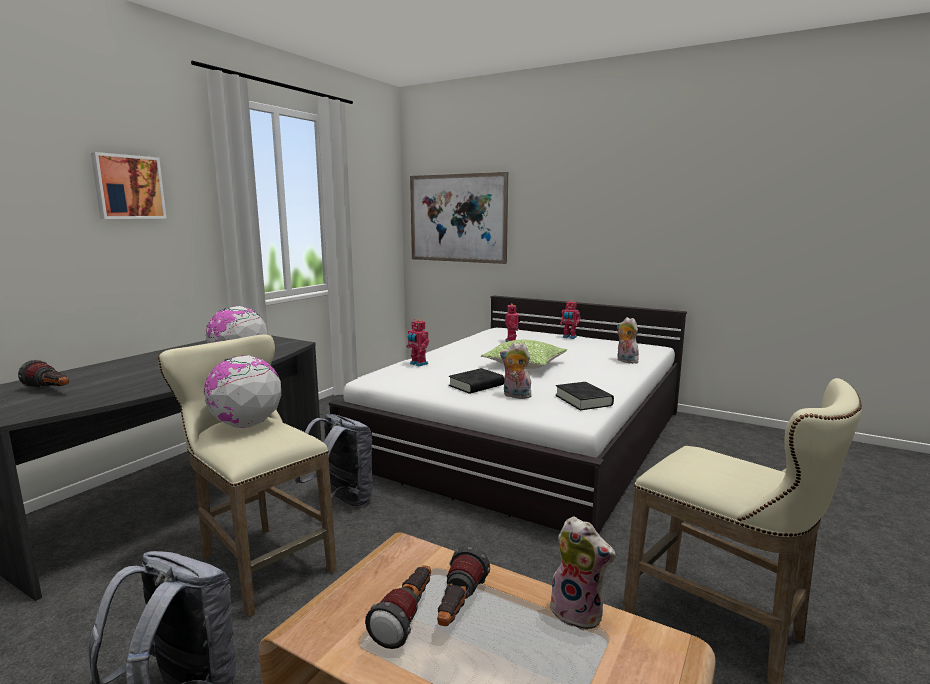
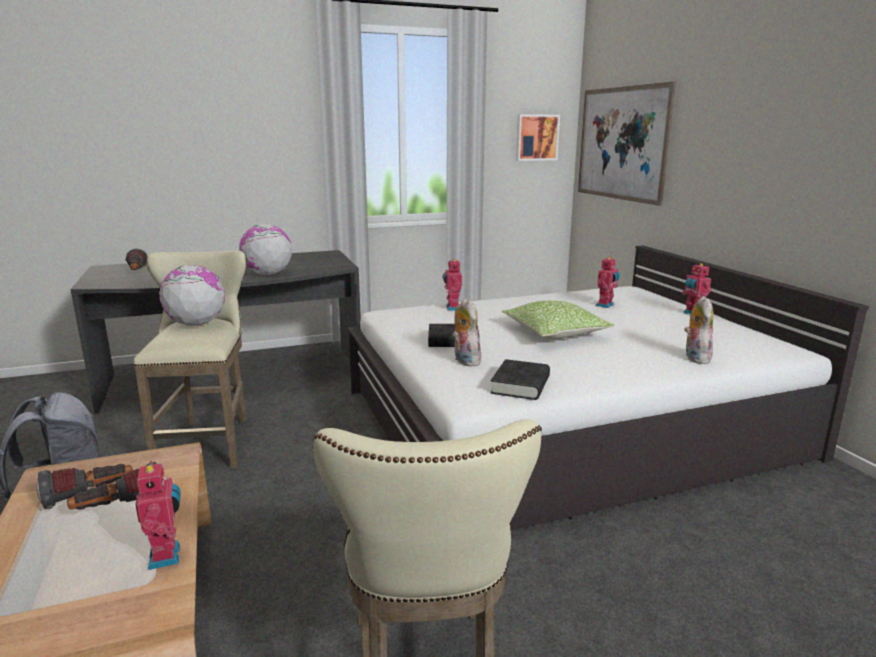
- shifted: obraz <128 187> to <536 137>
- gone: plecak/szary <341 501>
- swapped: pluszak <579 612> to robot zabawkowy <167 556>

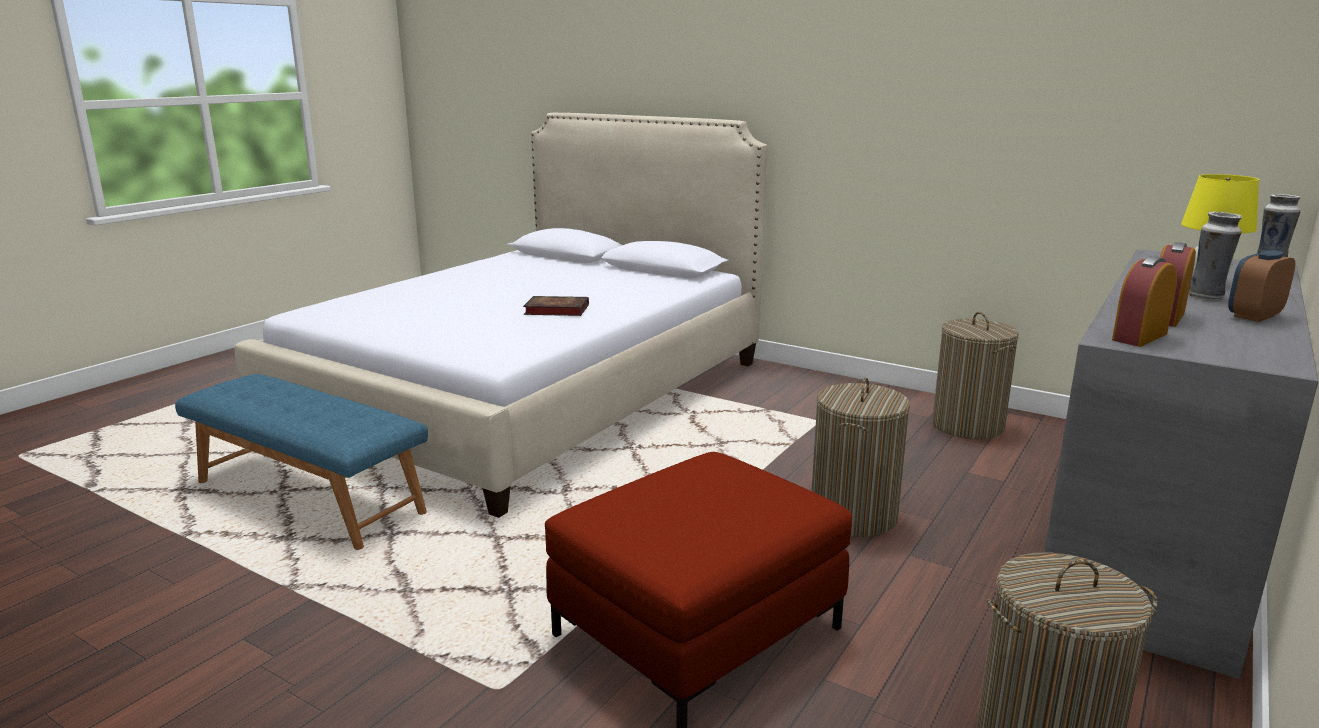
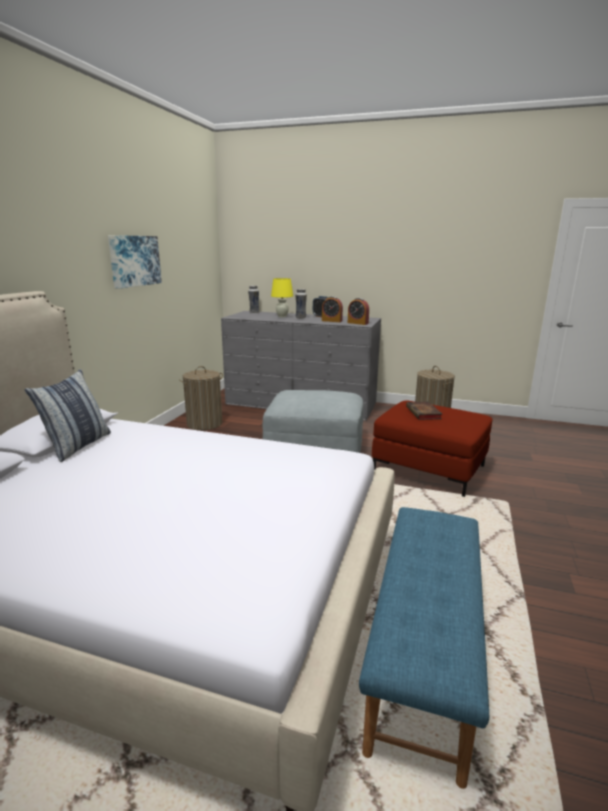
- shifted: książka <555 310> to <424 413>
- swapped: kosz na pranie <853 516> to pufa/szary <315 445>
- new: poduszka <78 446>
- new: obraz <134 261>

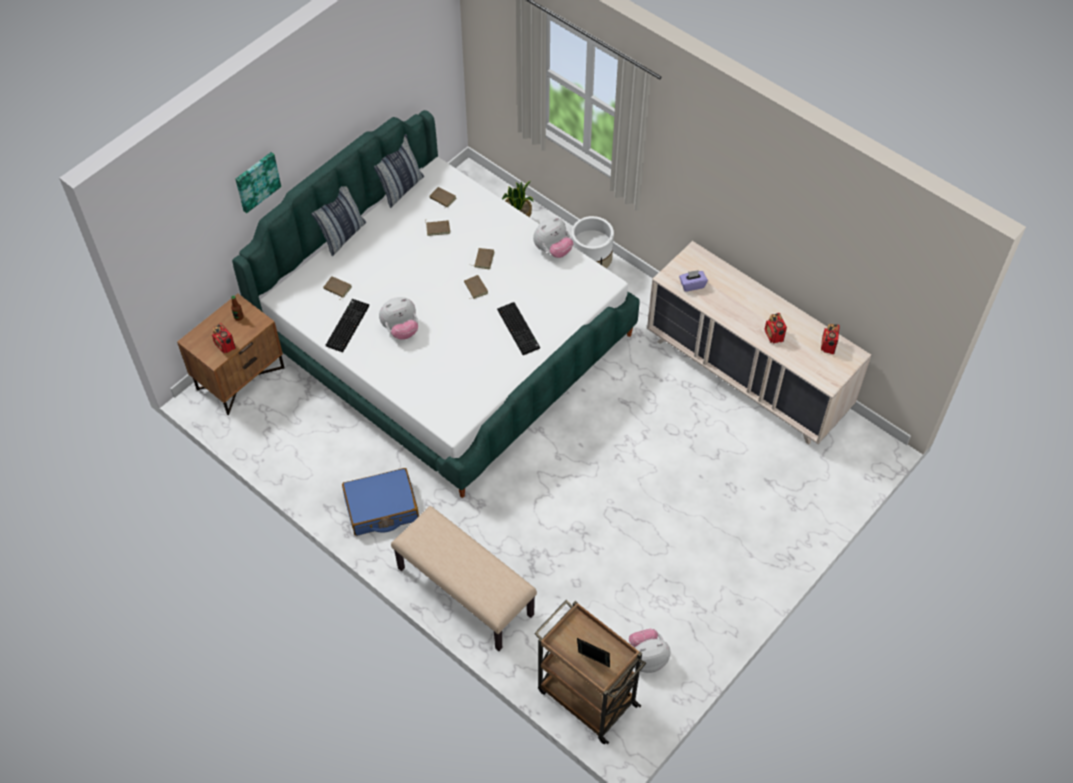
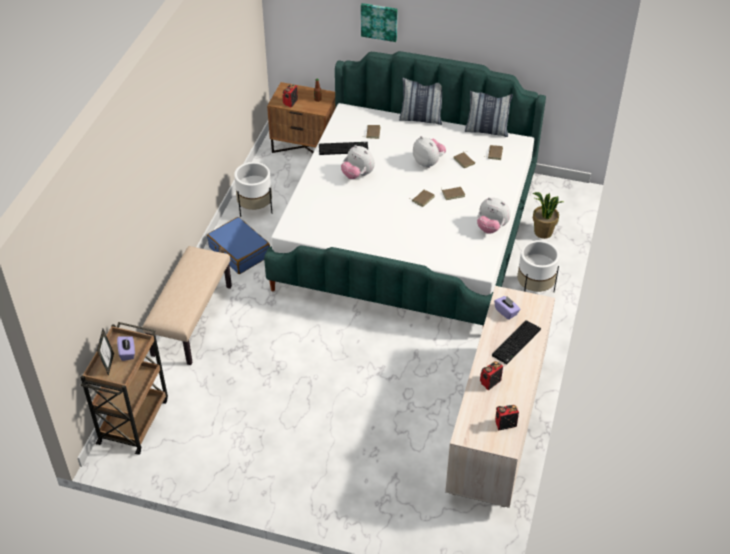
- shifted: klawiatura <519 329> to <516 343>
- shifted: pluszak <646 658> to <428 162>
- new: pudełko chusteczek/fioletowy <127 353>
- new: donica/biały <255 209>

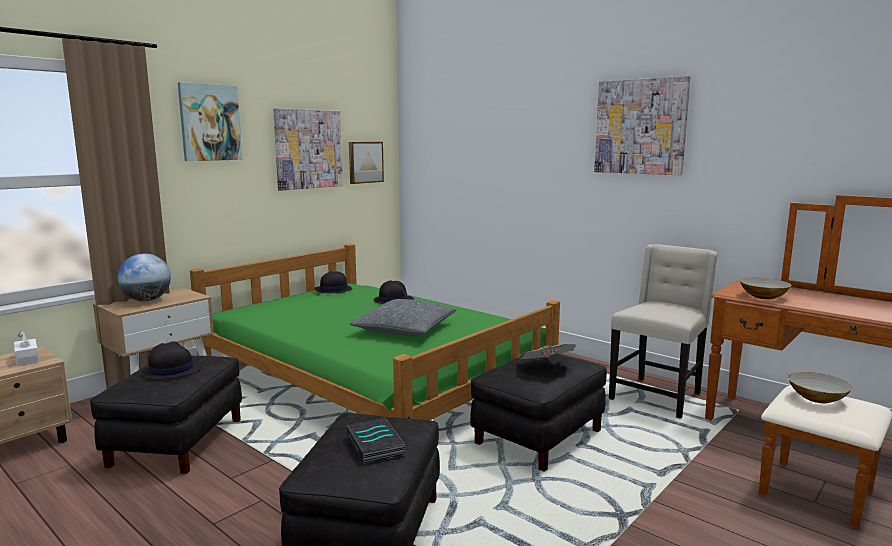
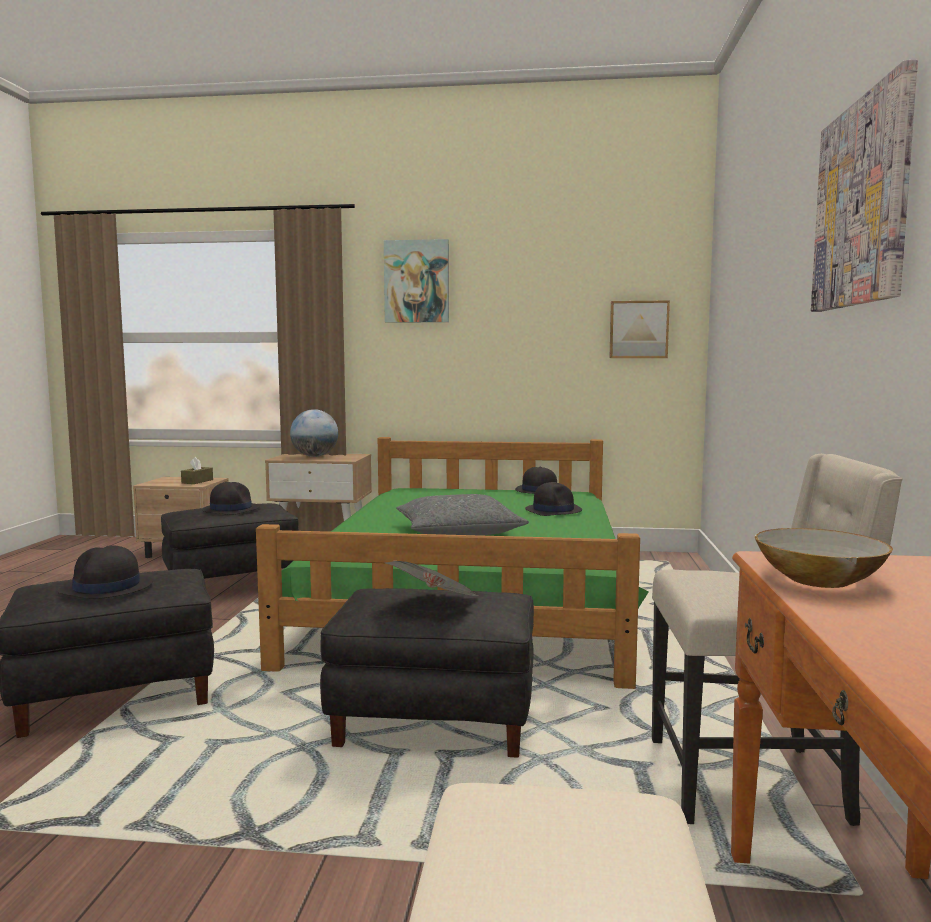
- repainted: pudełko chusteczek/biały <27 359> to pudełko chusteczek/brązowy <197 481>
- gone: obraz <308 149>
- swapped: książka <376 445> to kapelusz/czarny <106 588>
- gone: miska <816 398>

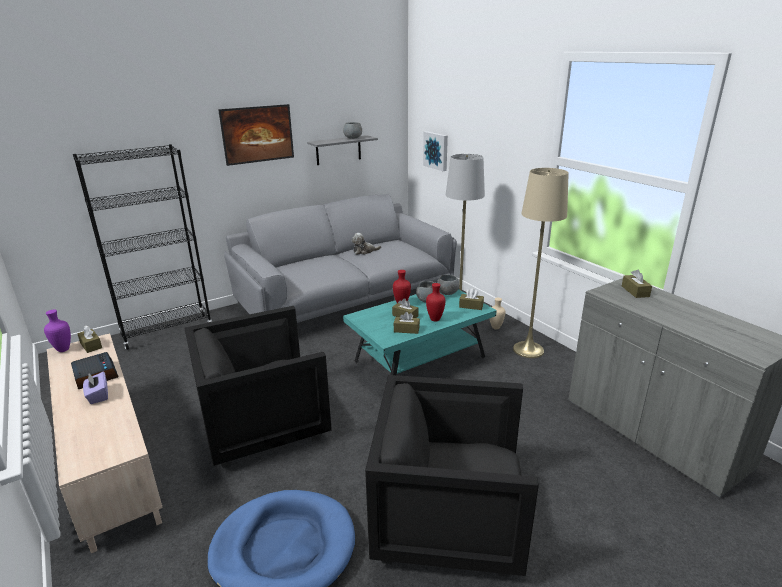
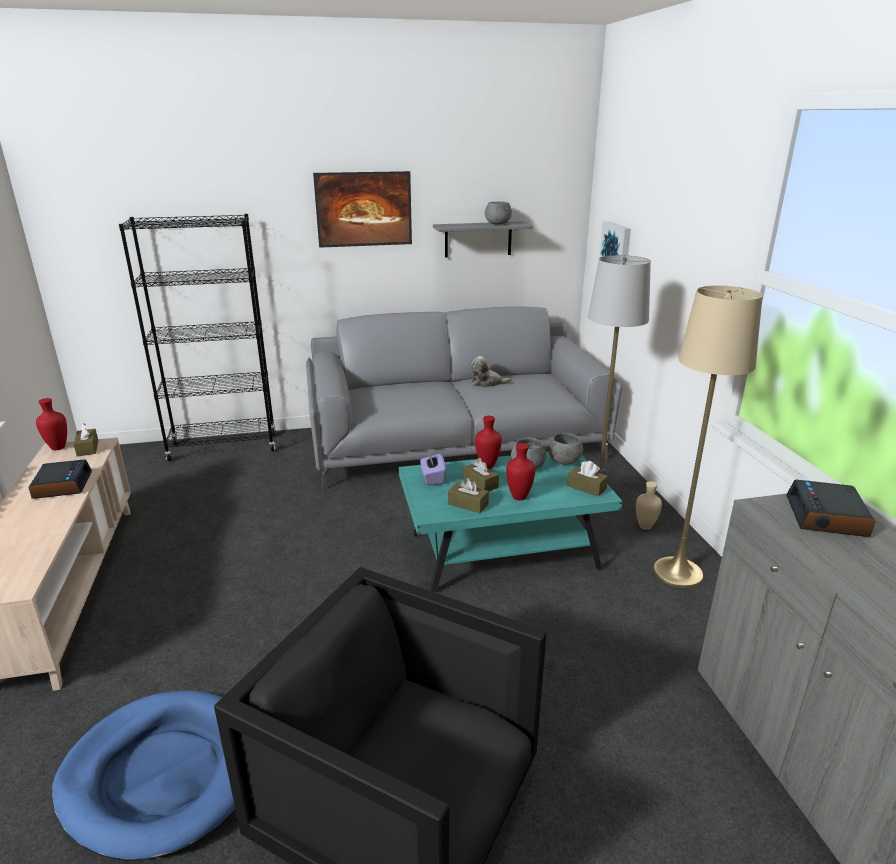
- repainted: wazon/fioletowy <64 350> to wazon/czerwony <58 448>
- shifted: pudełko chusteczek/fioletowy <98 396> to <432 478>
- gone: fotel/czarny <264 423>
- swapped: pudełko chusteczek/brązowy <635 291> to budzik <827 517>

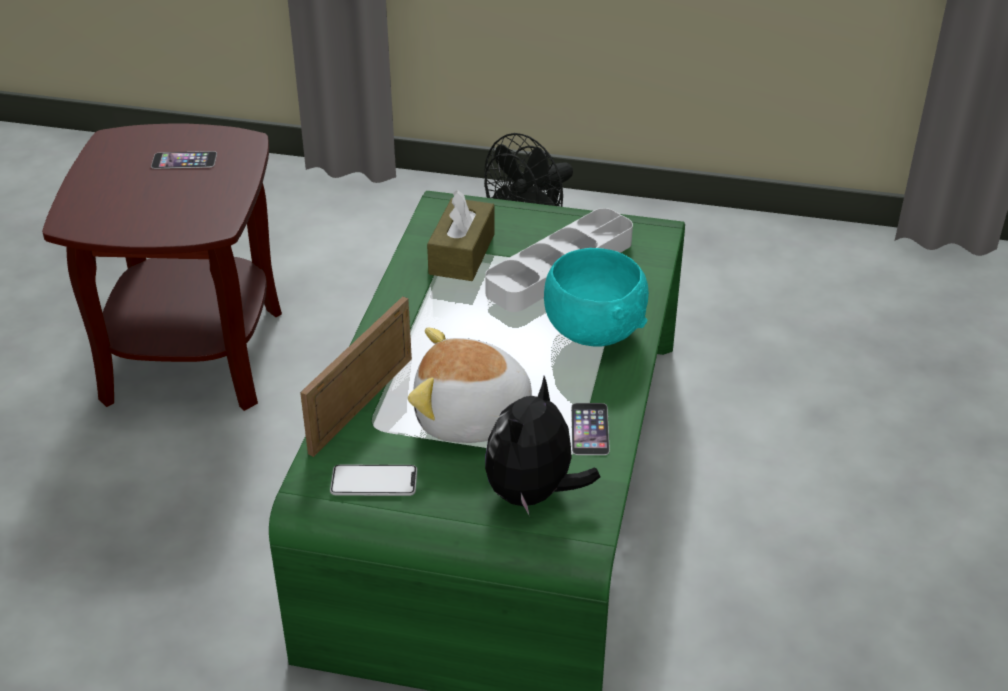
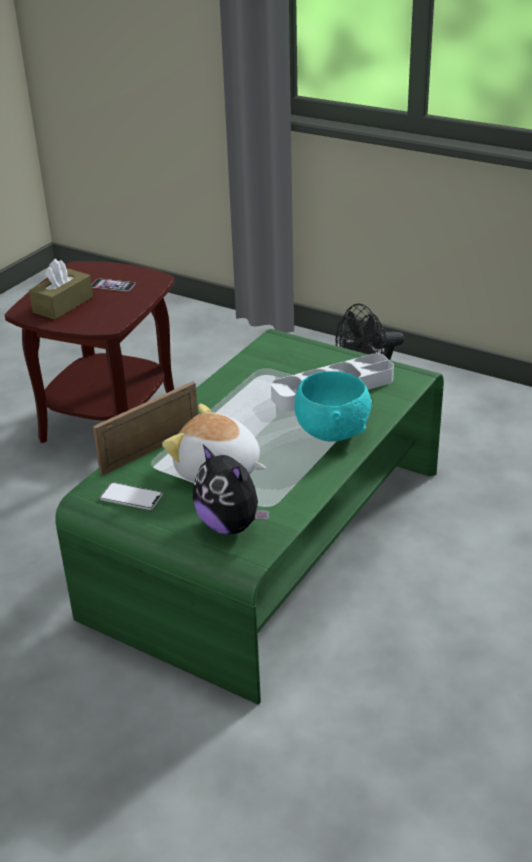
- shifted: pudełko chusteczek/brązowy <462 254> to <63 305>
- rotated: pluszak <533 494> = <230 525> 90 degrees counterclockwise
- gone: telefon <590 429>

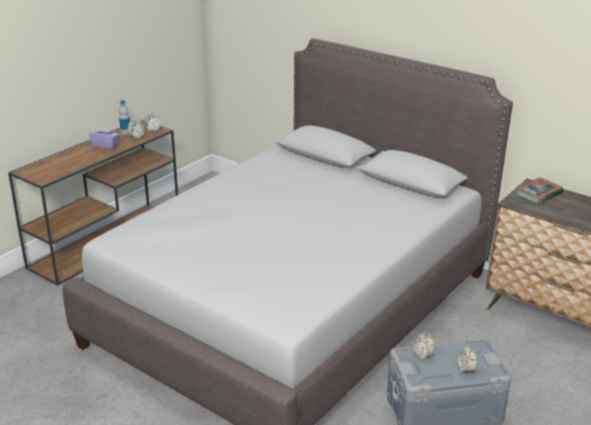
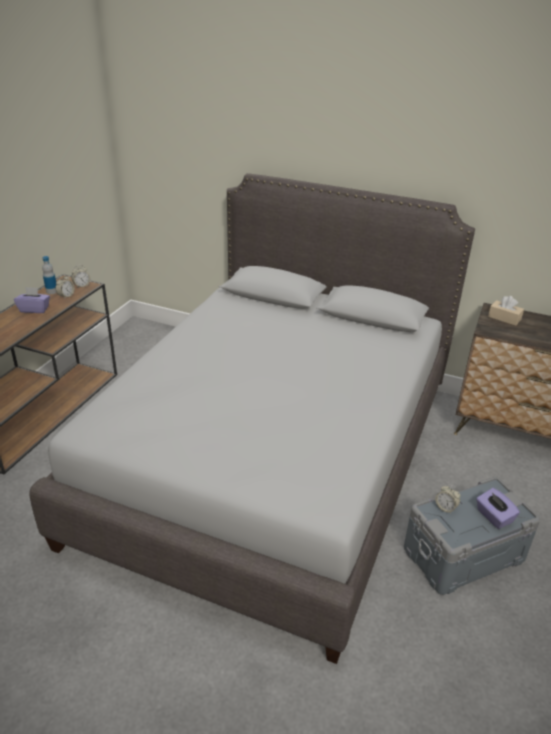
- swapped: budzik <466 369> to pudełko chusteczek/fioletowy <493 516>
- swapped: książka <538 194> to pudełko chusteczek/beżowy <504 318>

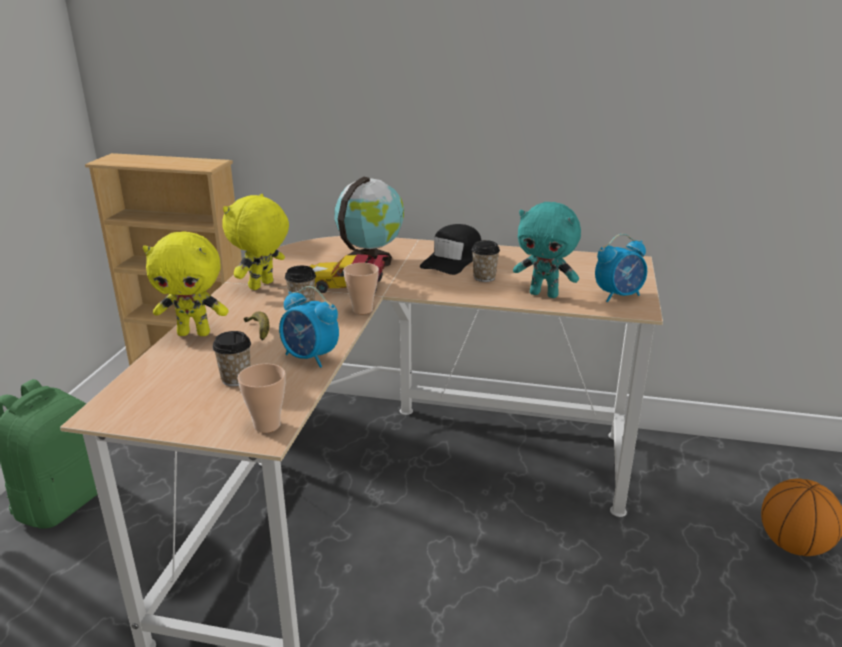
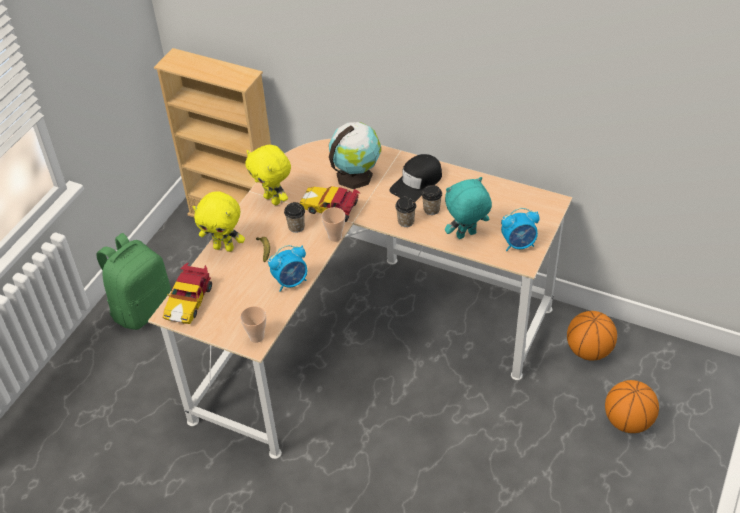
- shifted: filiżanka <236 379> to <406 221>
- rotated: pluszak/żółty <262 286> = <273 199> 90 degrees counterclockwise
- rotated: budzik <310 357> = <291 282> 75 degrees counterclockwise
- rotated: pluszak/turkusowy <544 294> = <466 236> 120 degrees clockwise
- new: samochodzik <189 301>
- new: piłka do koszykówki <588 351>

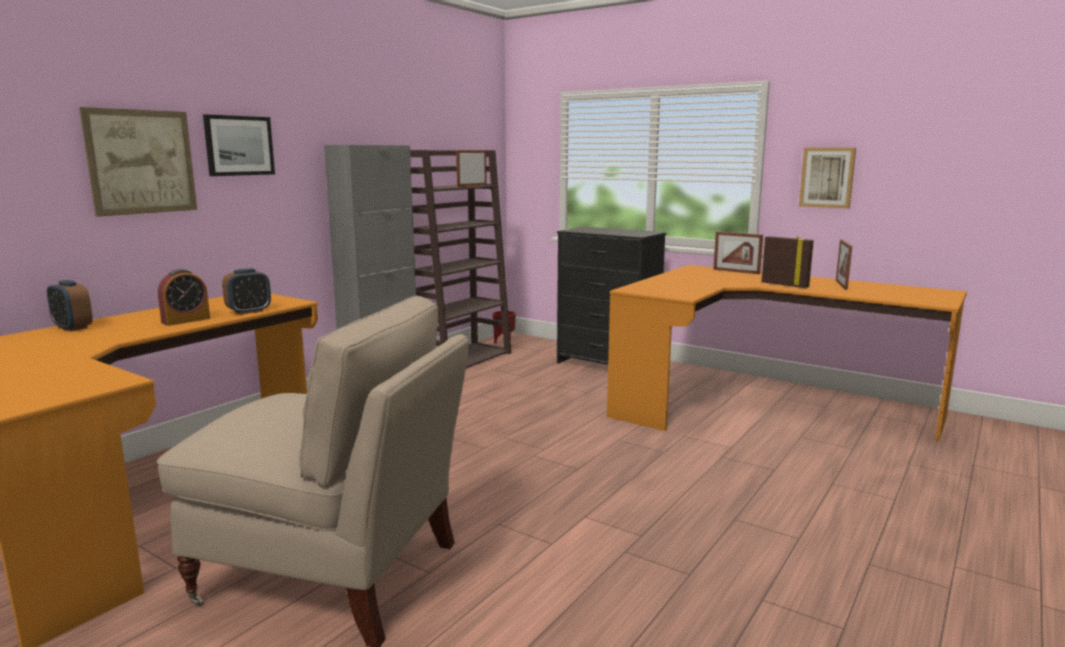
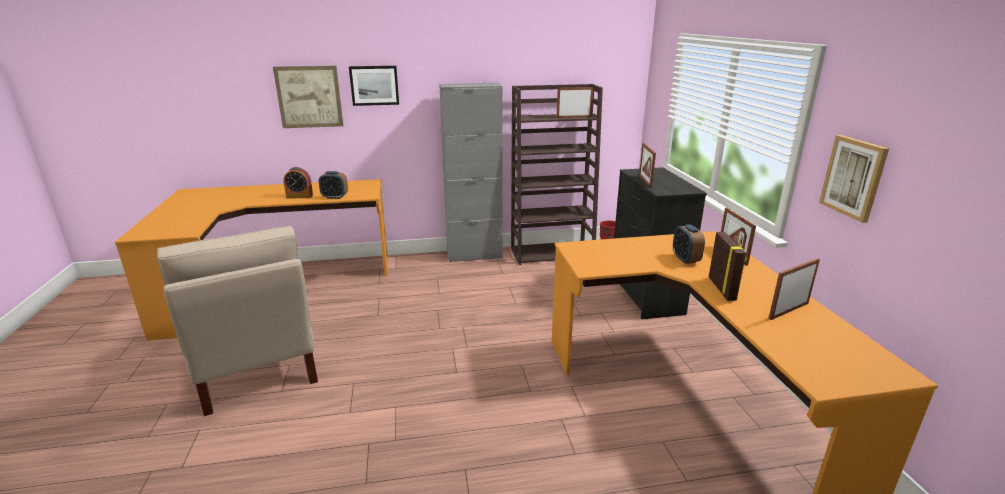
- shifted: budzik <73 327> to <685 259>
- new: ramka na zdjęcie <645 181>

